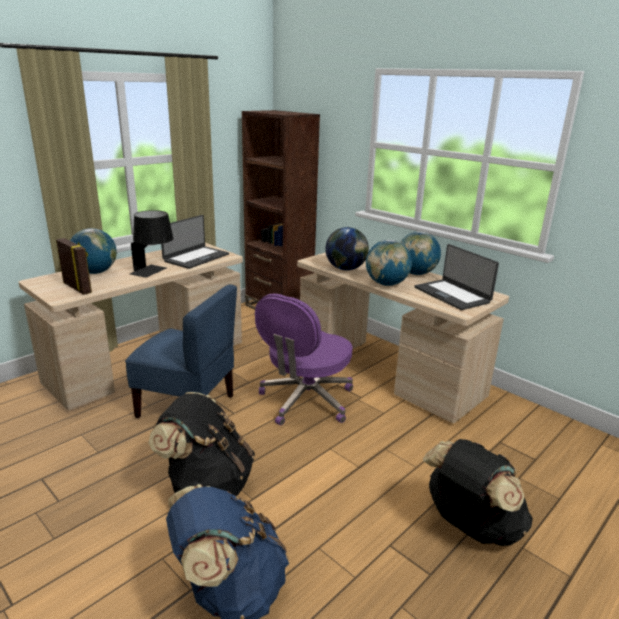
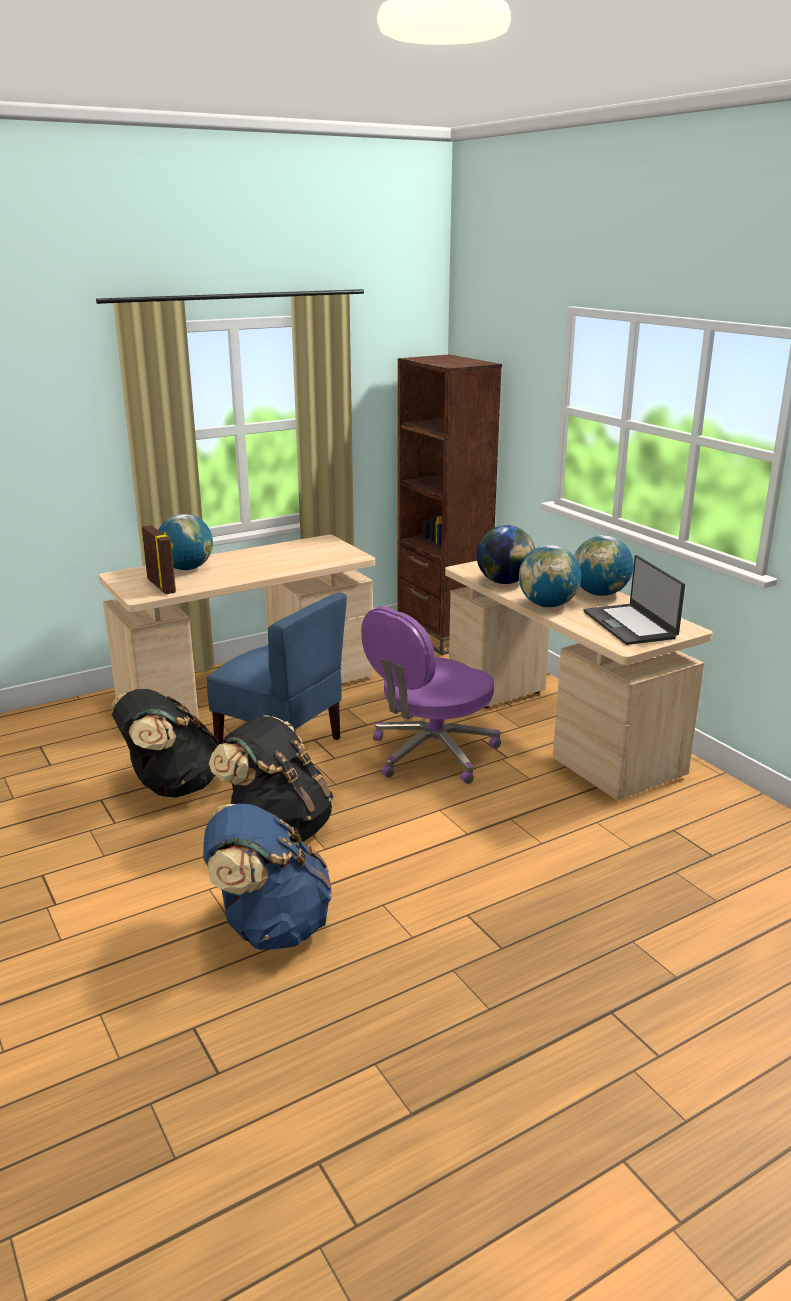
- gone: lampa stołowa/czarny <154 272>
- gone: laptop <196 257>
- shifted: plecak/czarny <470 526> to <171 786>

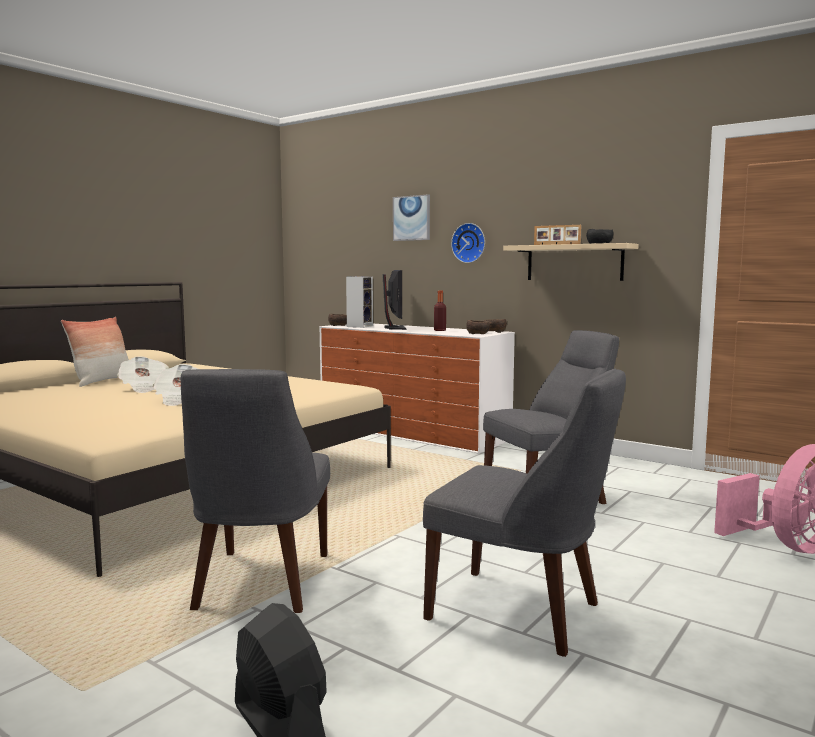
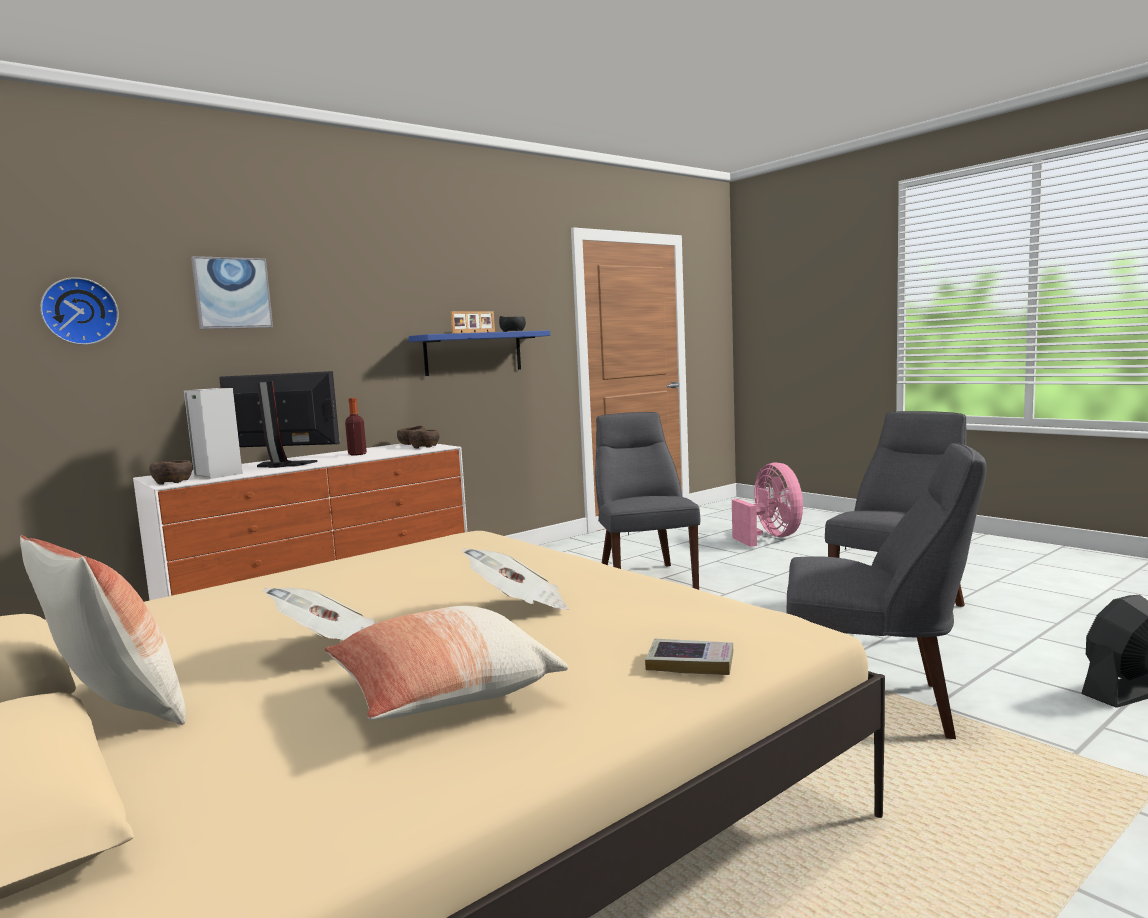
- shifted: zegar ścienny <469 243> to <79 311>
- repainted: półka/beżowy <574 262> to półka/niebieski <473 353>
- new: poduszka <442 693>
- new: książka <690 663>

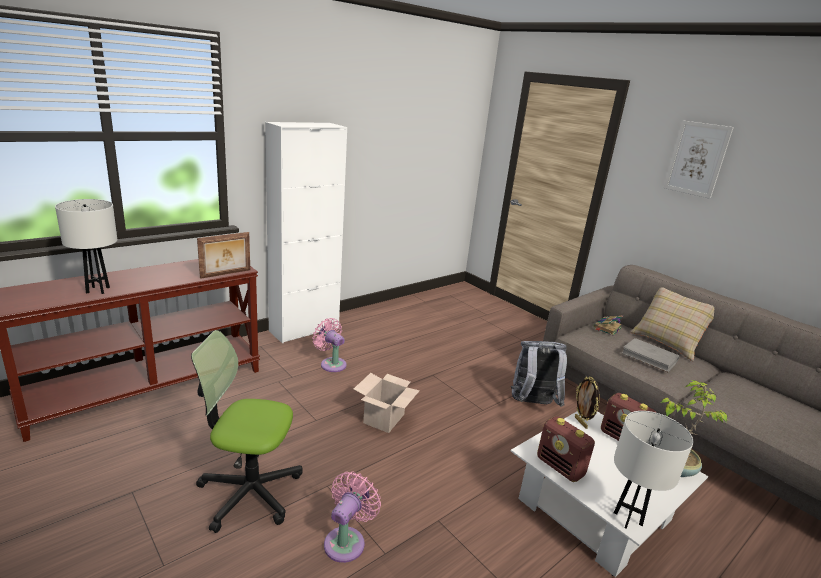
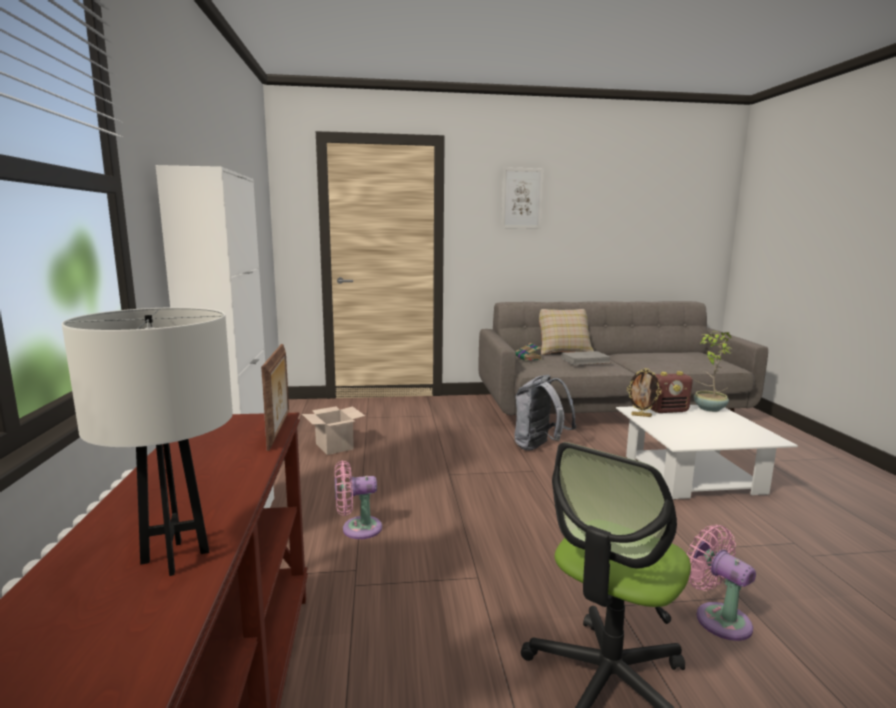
- shifted: karton <384 419> to <335 446>
- gone: radio <560 467>
- gone: lampa stołowa/biały <627 519>

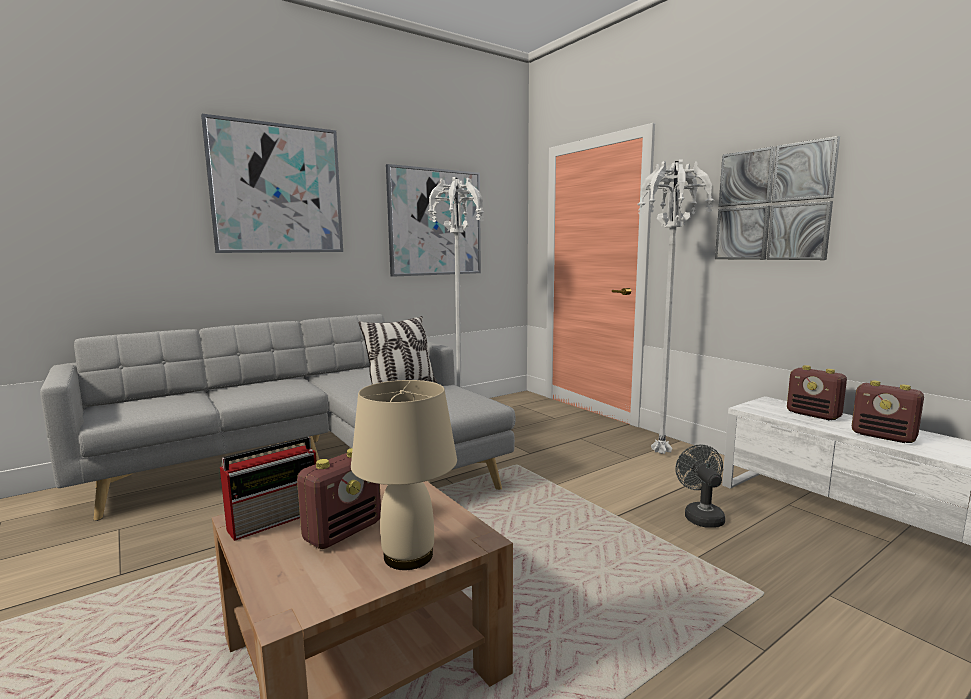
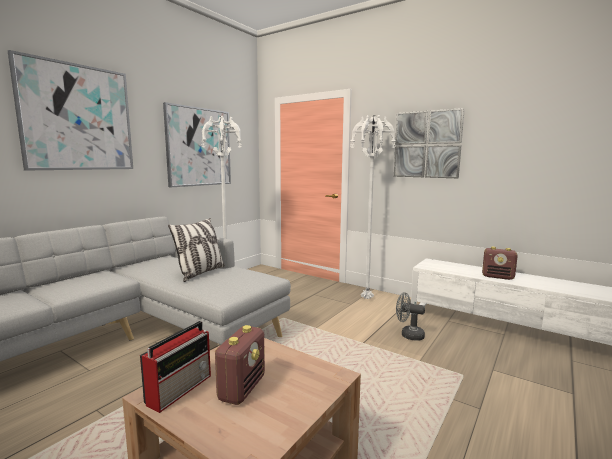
- gone: lampa stołowa/beżowy <407 556>
- rotated: wentylator/szary <700 515> = <408 335> 45 degrees counterclockwise
- gone: radio <814 415>

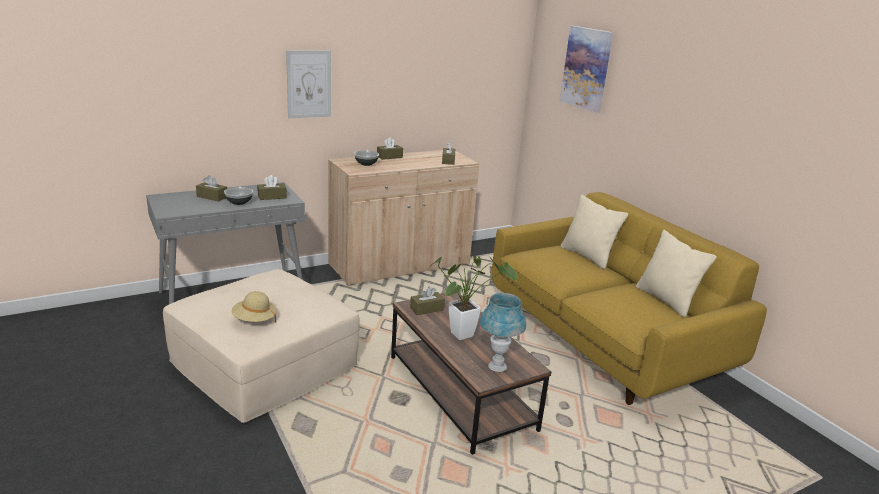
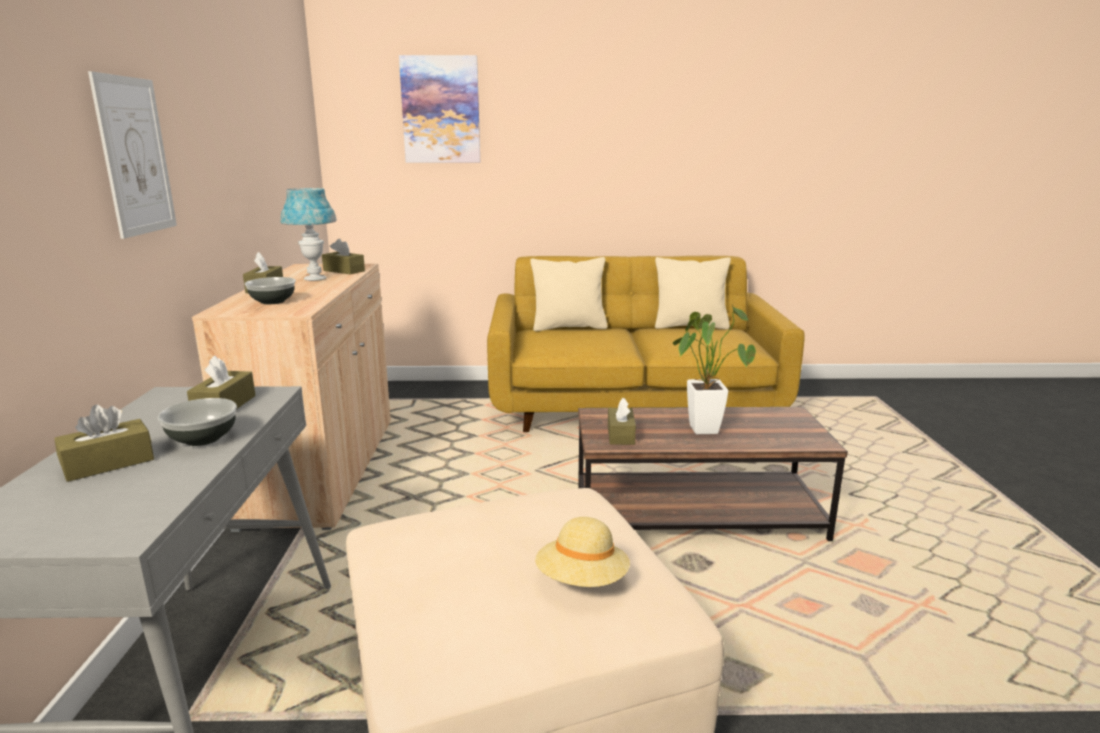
- shifted: lampa stołowa/niebieski <497 367> to <315 279>

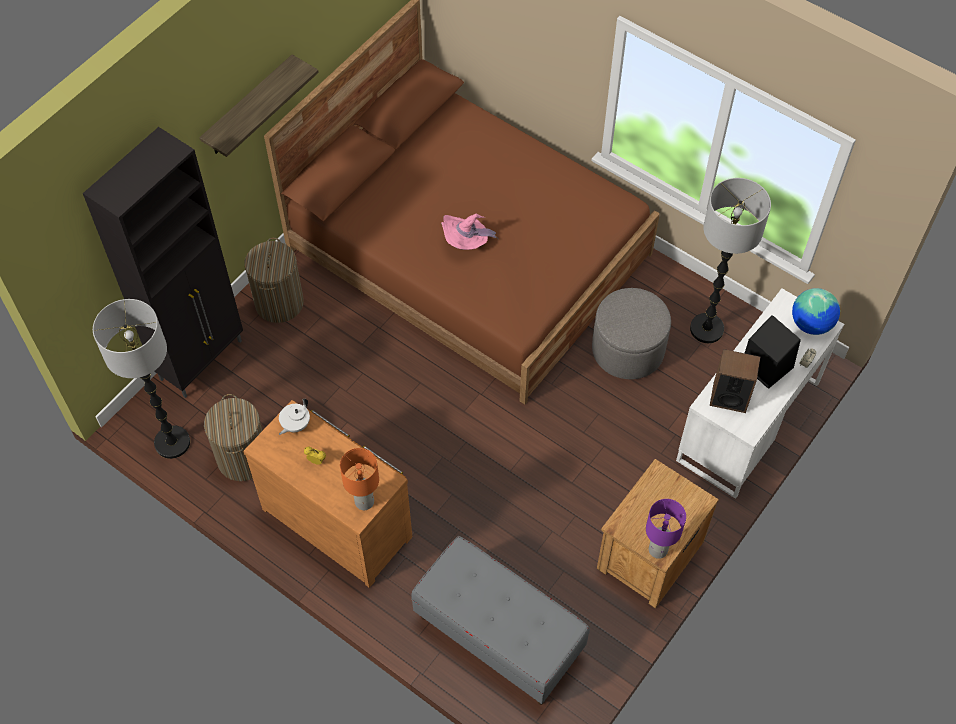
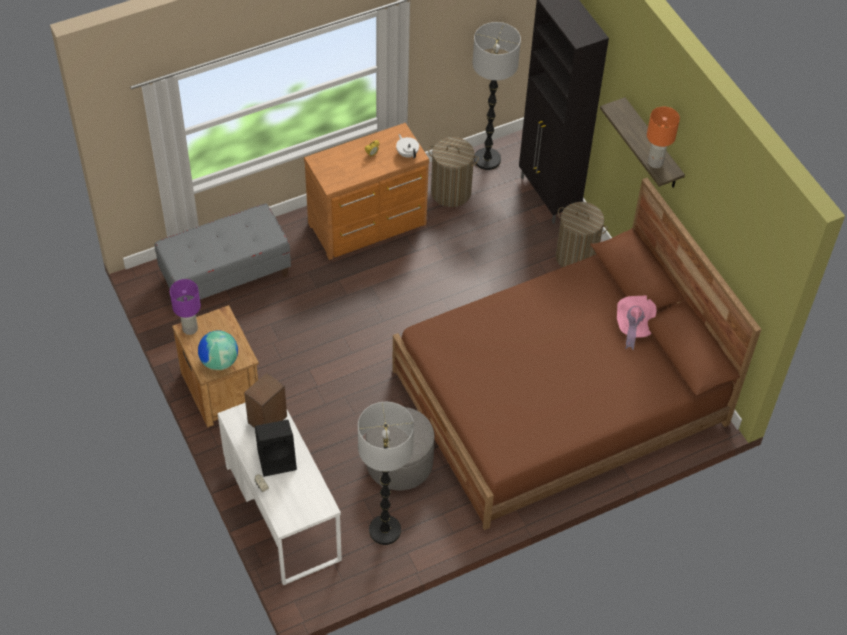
- shifted: lampa stołowa/pomarańczowy <364 501> to <655 162>
- shifted: kapelusz/różowy <466 242> to <633 327>
- shifted: globus <811 324> to <219 361>

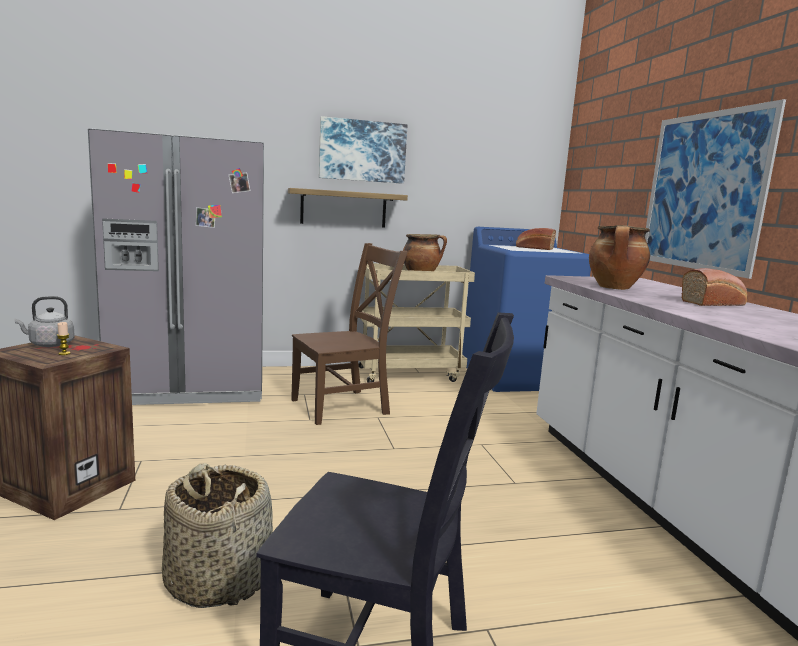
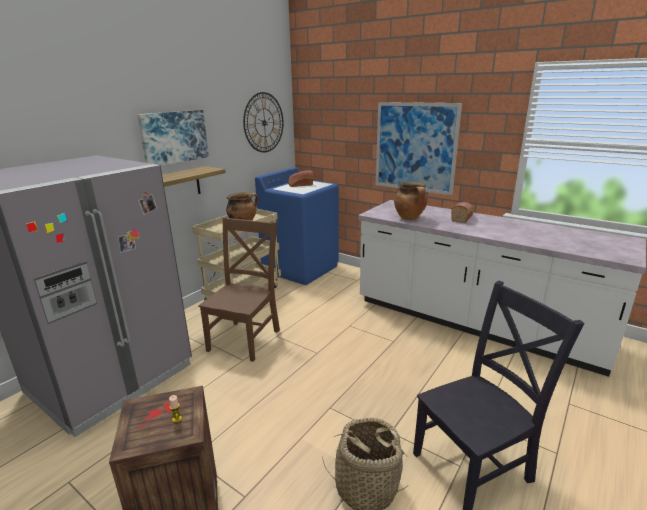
- gone: czajnik/szary <49 344>
- new: zegar ścienny <264 122>

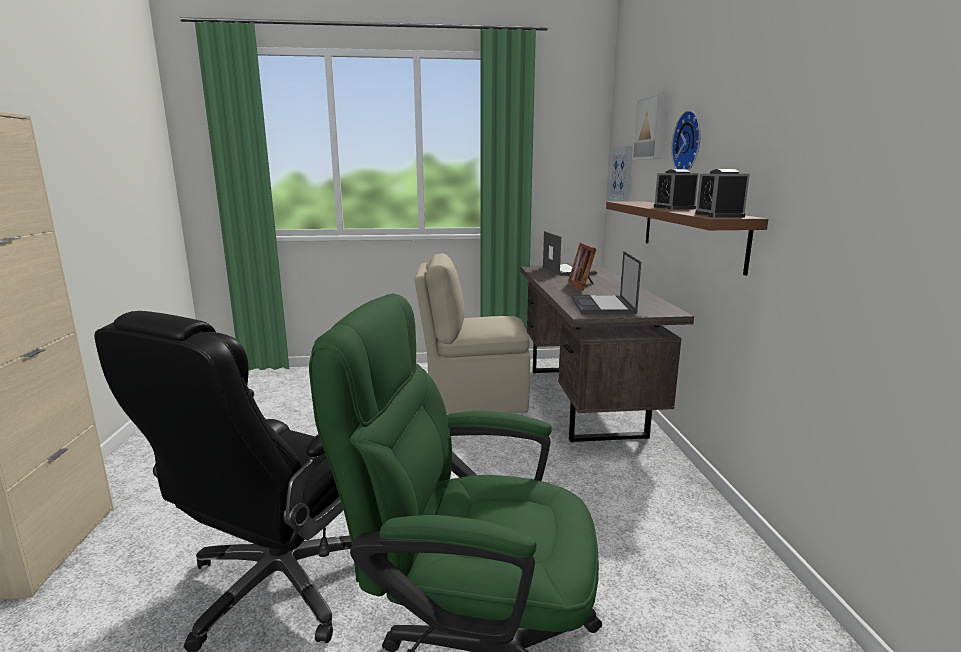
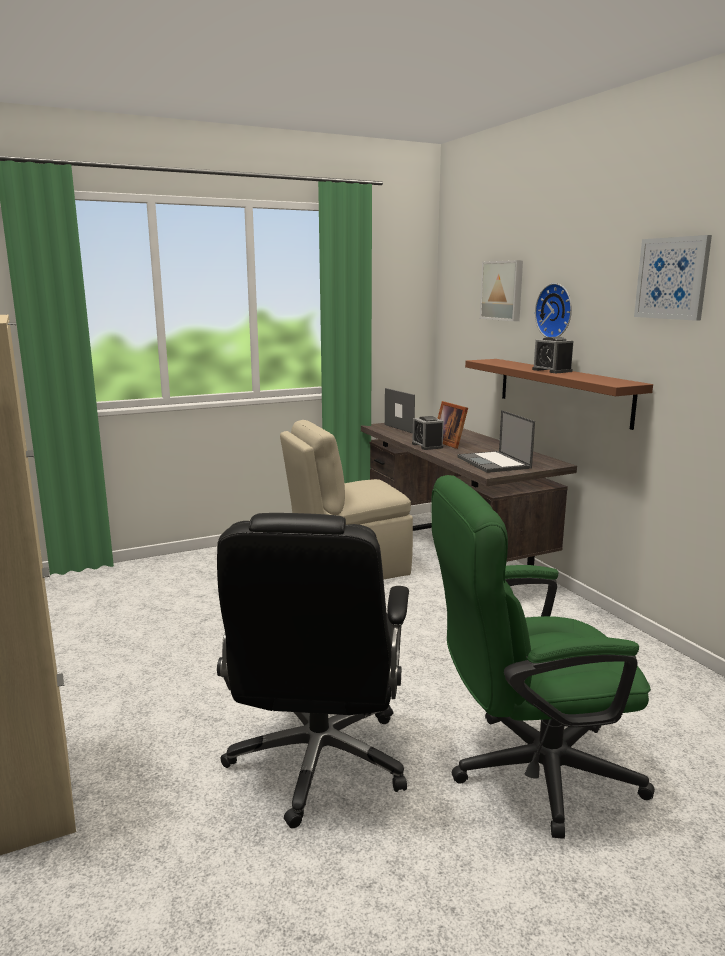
- shifted: obraz <621 174> to <672 278>
- shifted: budzik <719 215> to <427 446>

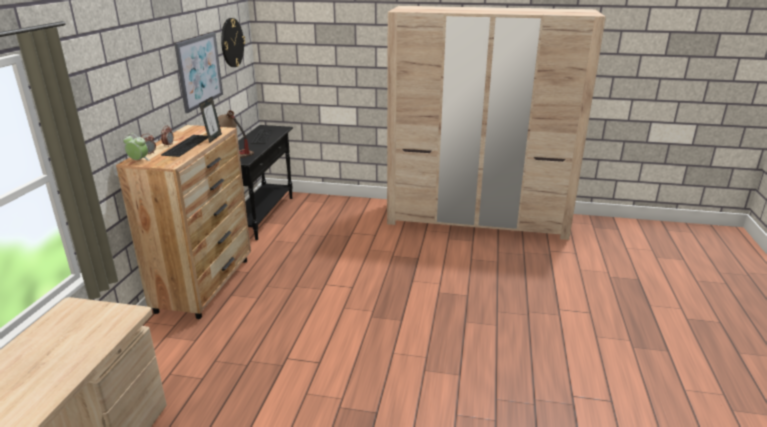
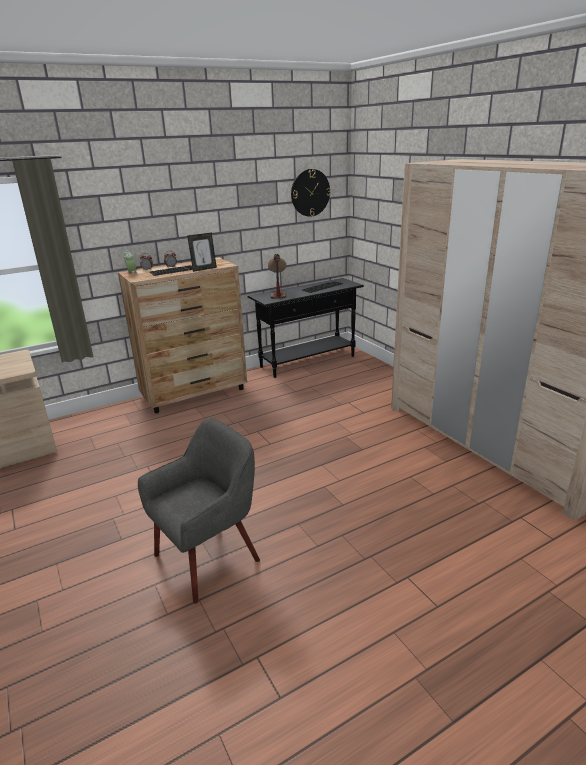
- gone: obraz <199 71>
- new: fotel/szary <208 557>

